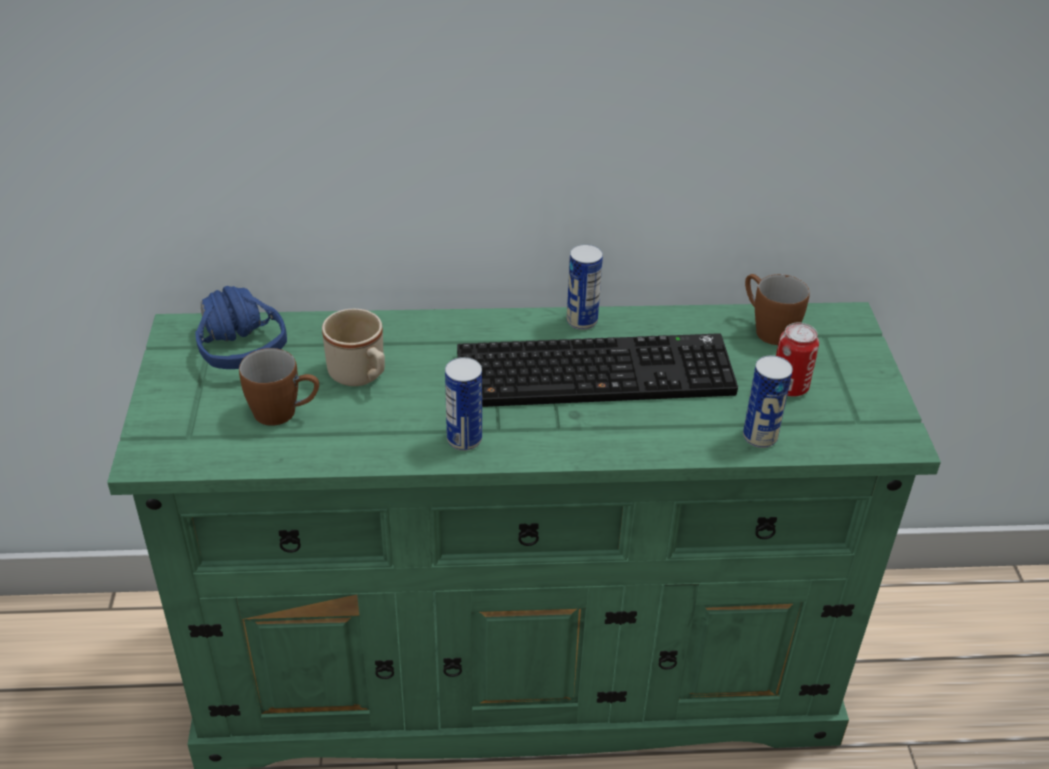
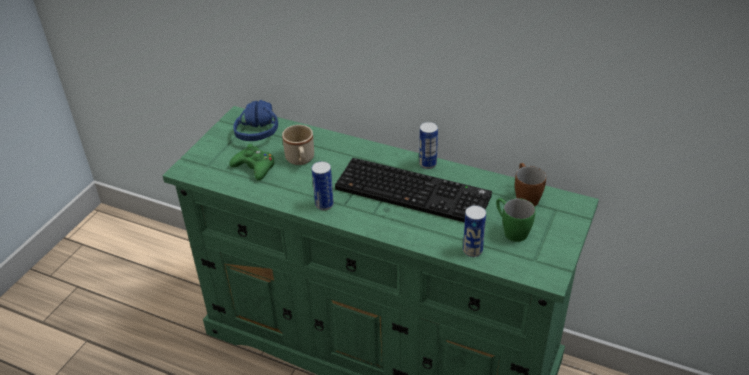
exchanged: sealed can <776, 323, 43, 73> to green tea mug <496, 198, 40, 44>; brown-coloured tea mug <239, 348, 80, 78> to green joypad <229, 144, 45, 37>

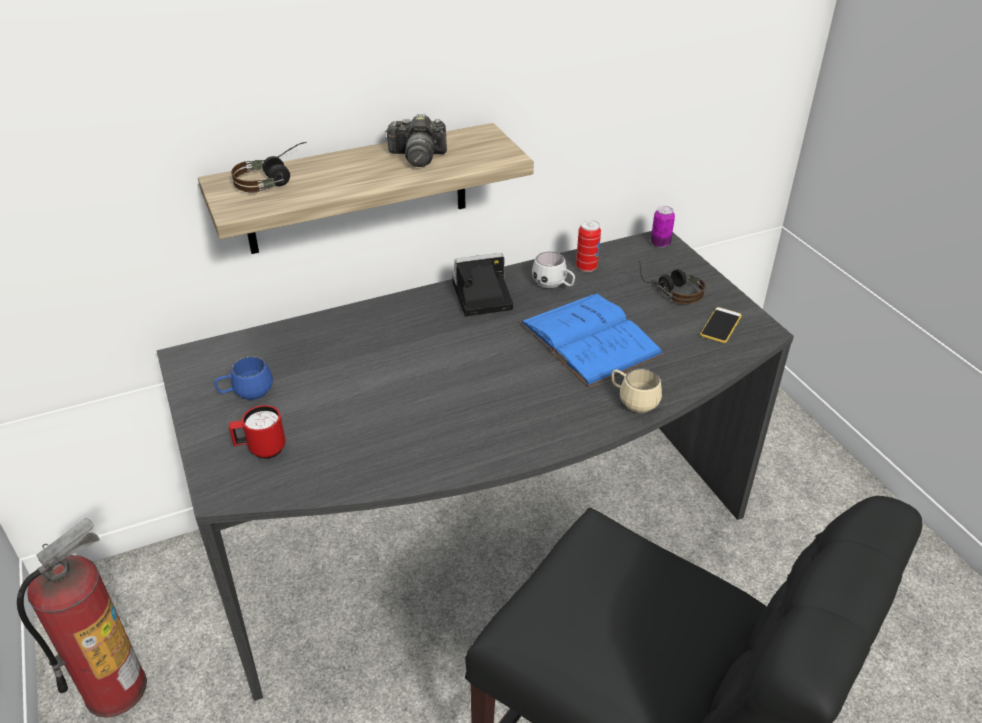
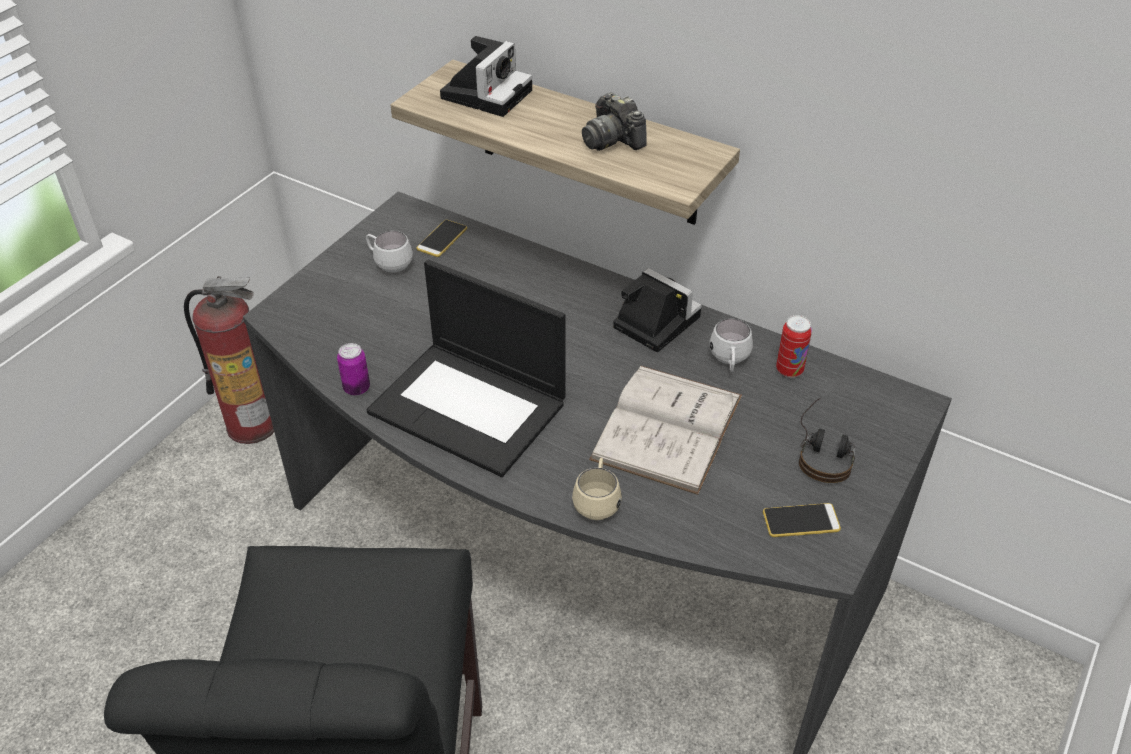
missing: red-coloured tea mug <229, 405, 57, 54>
appeared: telephone <416, 220, 51, 37>; notebook computer <367, 260, 198, 217>
relocated: sealed can <651, 206, 24, 41> to <337, 343, 33, 53>
exchanged: pair of headphones <231, 142, 76, 50> to photo camera <440, 36, 92, 81>
colour: bluish volume <519, 293, 145, 94> to whitish volume <589, 366, 153, 129>; bluish tea mug <214, 356, 59, 44> to whitish tea mug <366, 231, 47, 42>

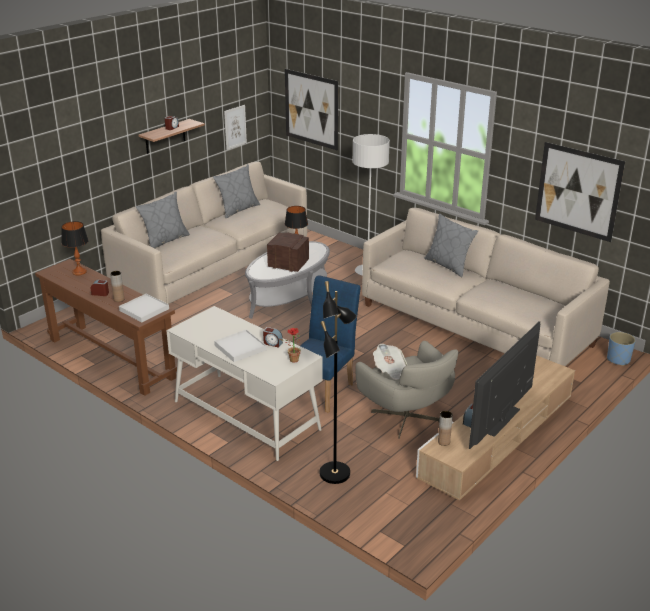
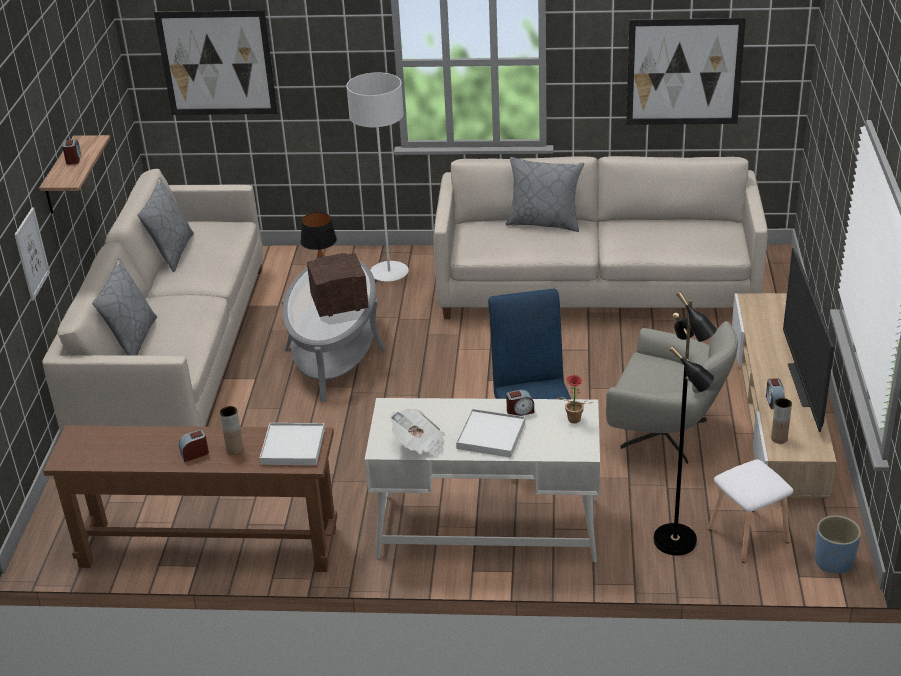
missing: tabletop lamp <61, 221, 28, 54>
appeared: whitish stool <708, 459, 86, 104>
relocated: picture <224, 105, 23, 45> to <14, 207, 36, 94>; bluish planter <607, 332, 29, 34> to <815, 515, 46, 58>; printed paper <373, 343, 34, 37> to <390, 409, 55, 47>

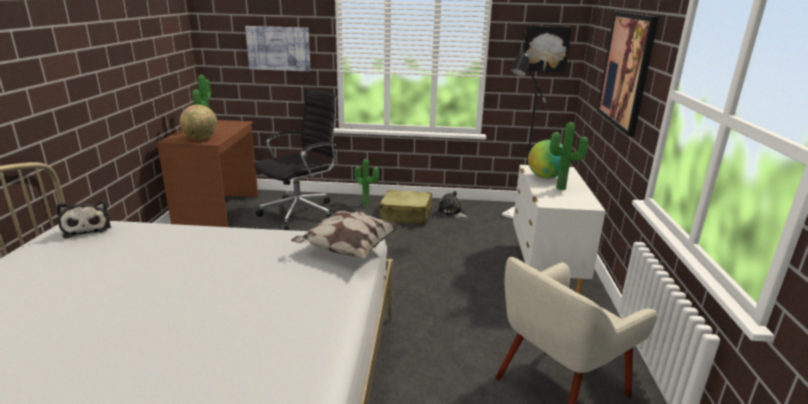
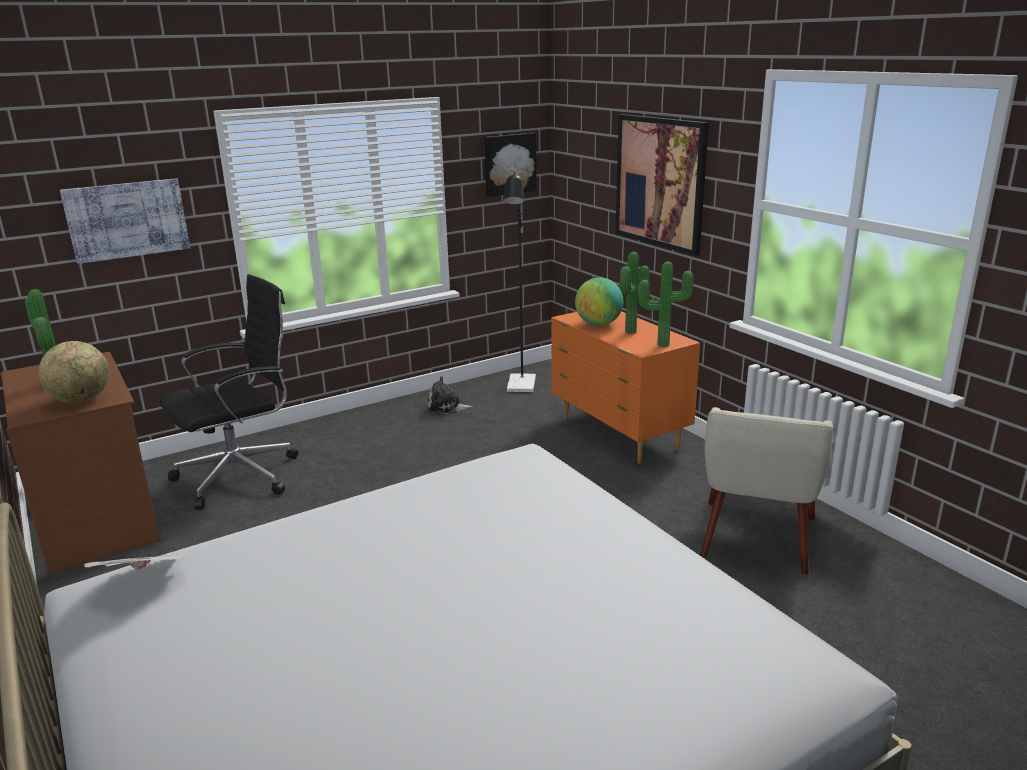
missing: beige suitcase <379, 190, 53, 35>; cushion <291, 210, 111, 49>
relocated: potted plant <355, 159, 24, 48> to <638, 261, 56, 86>
exchanged: plush toy <56, 201, 55, 38> to printed paper <84, 552, 101, 17>
colour: whitish dresser <513, 165, 93, 128> to orangey dresser <551, 311, 149, 153>
spun: black-coloured office chair <255, 89, 83, 141> = <160, 274, 139, 236> 45 degrees clockwise

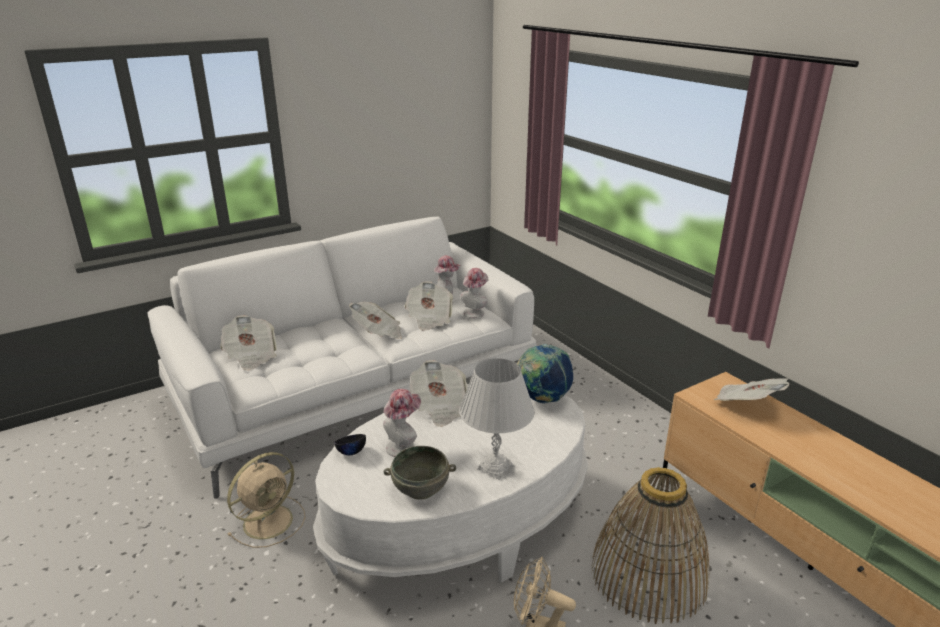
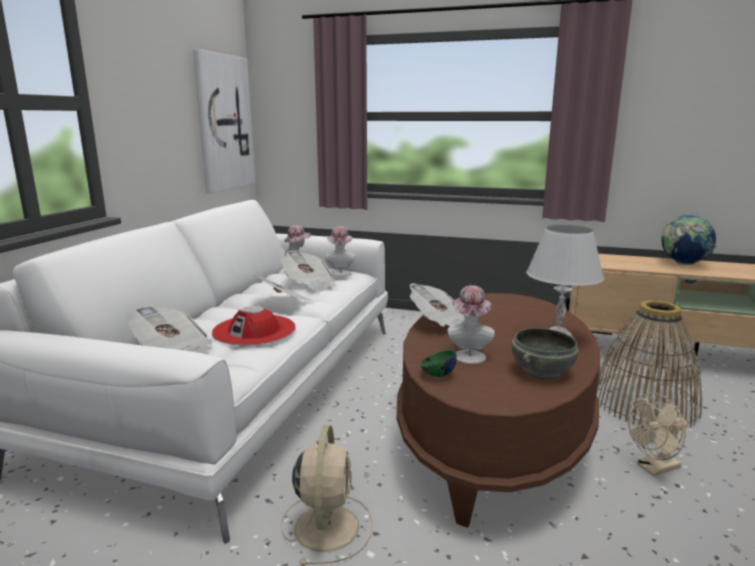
missing: printed paper <714, 378, 75, 23>
appeared: picture <193, 49, 62, 144>; red-coloured clothing hat <212, 306, 84, 40>
relocated: desk globe <517, 344, 56, 59> to <661, 214, 55, 51>
colour: whitish coffee table <313, 395, 275, 187> to brown-coloured coffee table <397, 293, 204, 235>; black-coloured bowl <334, 434, 32, 21> to green bowl <420, 350, 37, 27>

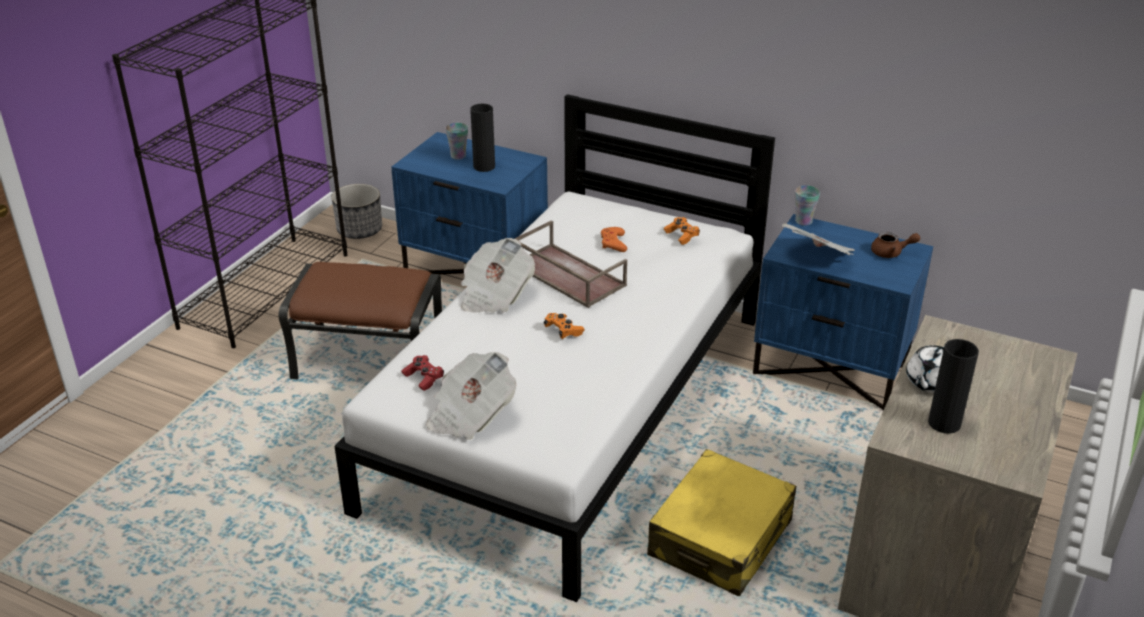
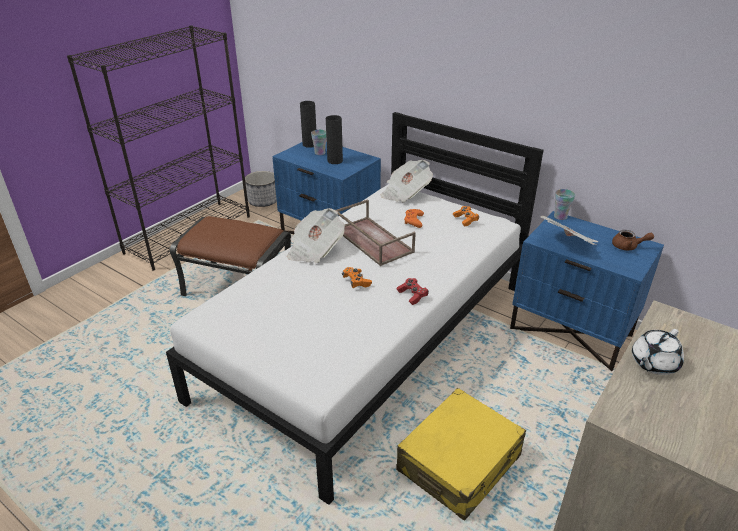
relocated: black-coloured decorative vase <928, 339, 51, 95> to <300, 101, 16, 47>; printed paper <426, 352, 90, 88> to <381, 160, 52, 43>; red-coloured joypad <402, 355, 42, 36> to <397, 278, 32, 27>

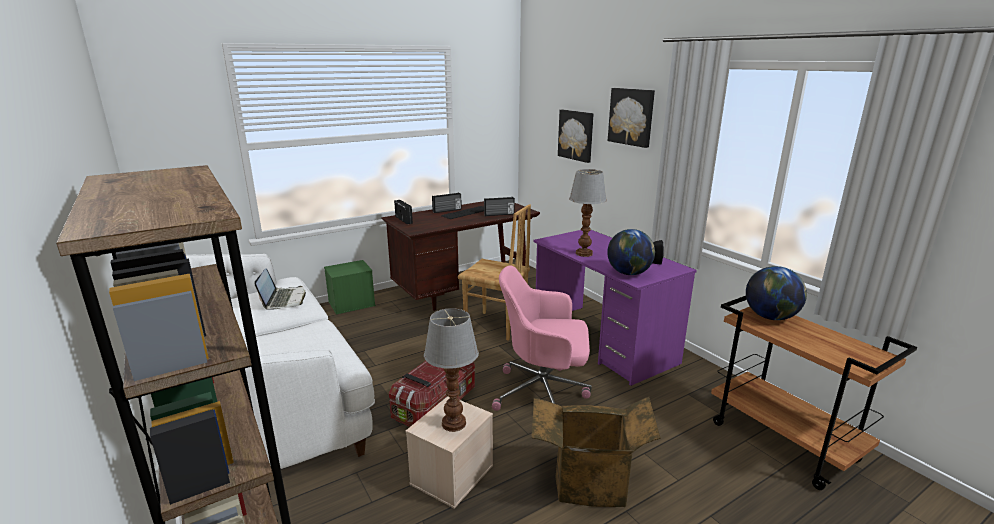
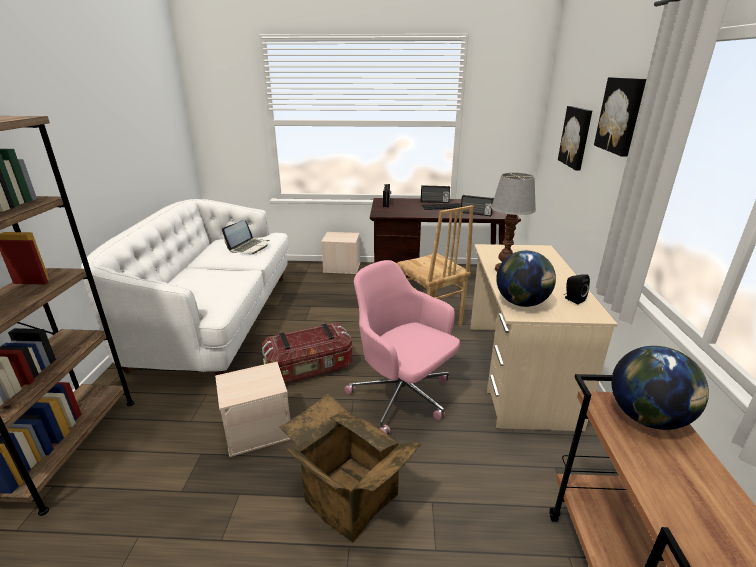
missing: tabletop lamp <424, 308, 55, 124>
colour: purple-coloured desk table <533, 230, 164, 156> to beige desk table <470, 244, 148, 188>; green storage bin <324, 260, 52, 55> to beige storage bin <321, 232, 39, 42>

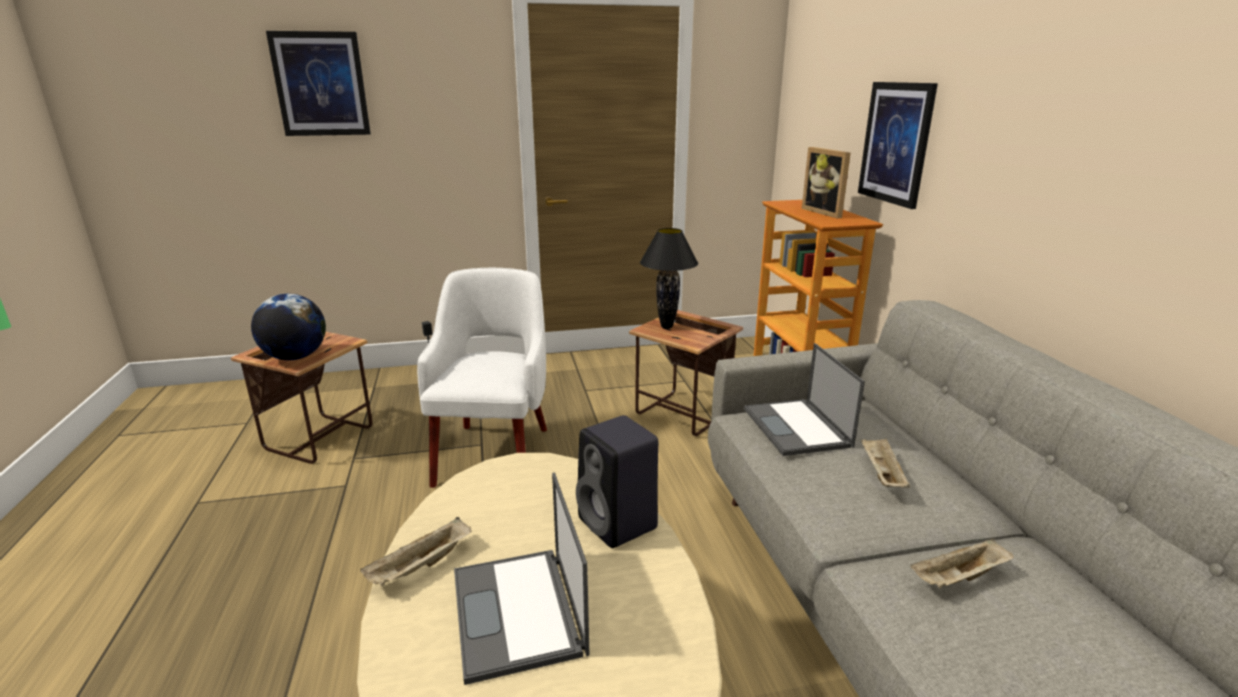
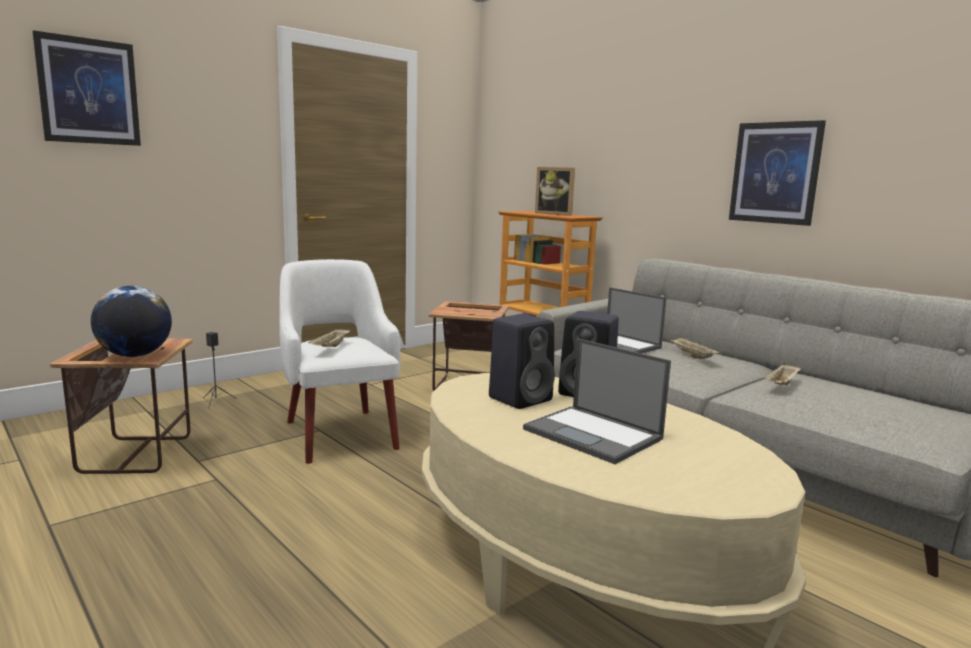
missing: black-coloured tabletop lamp <640, 228, 58, 101>
appeared: black-coloured loudspeaker <489, 314, 66, 95>
relocated: picture <858, 82, 80, 127> to <729, 120, 97, 106>; beige tray <360, 517, 111, 69> to <308, 328, 42, 19>

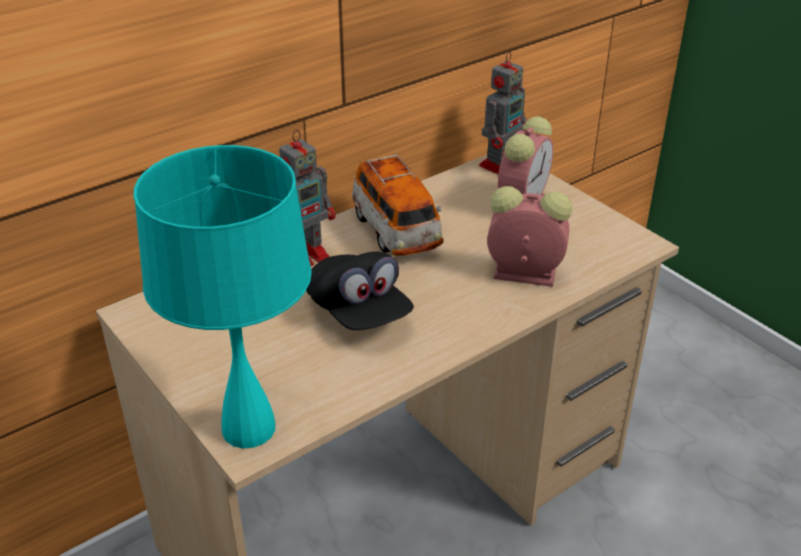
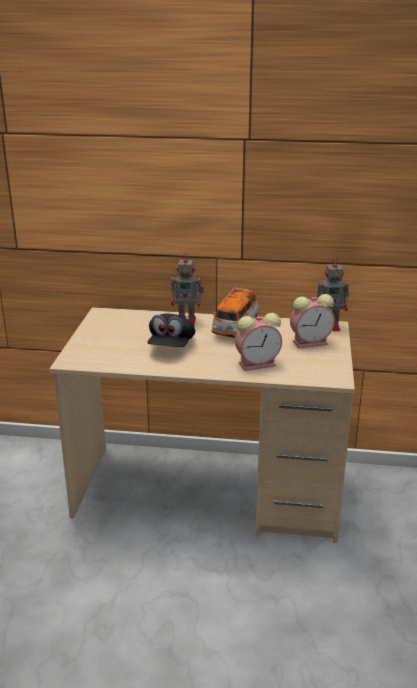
missing: turquoise tabletop lamp <134, 145, 178, 303>
spun: table clock <487, 186, 85, 101> = <235, 313, 47, 58> 105 degrees clockwise

